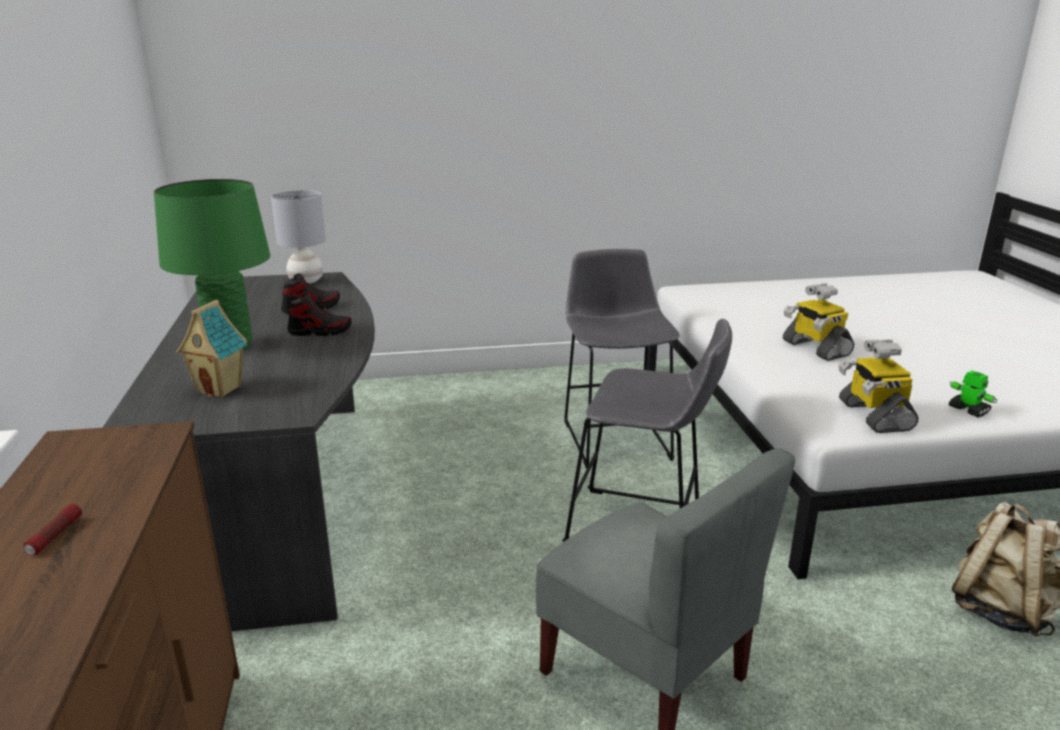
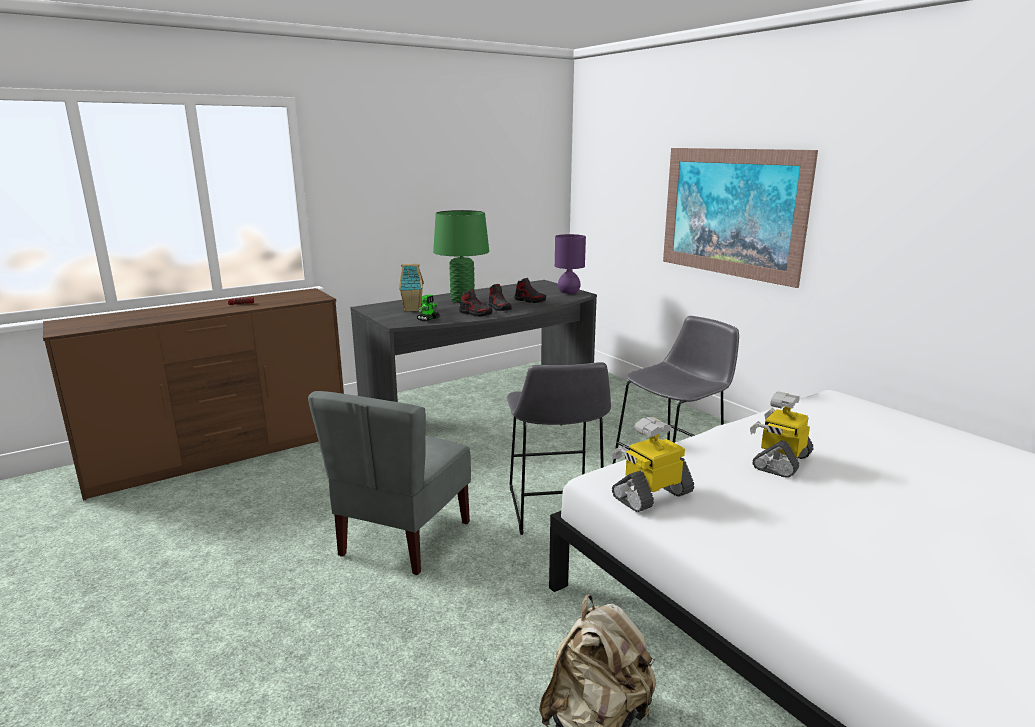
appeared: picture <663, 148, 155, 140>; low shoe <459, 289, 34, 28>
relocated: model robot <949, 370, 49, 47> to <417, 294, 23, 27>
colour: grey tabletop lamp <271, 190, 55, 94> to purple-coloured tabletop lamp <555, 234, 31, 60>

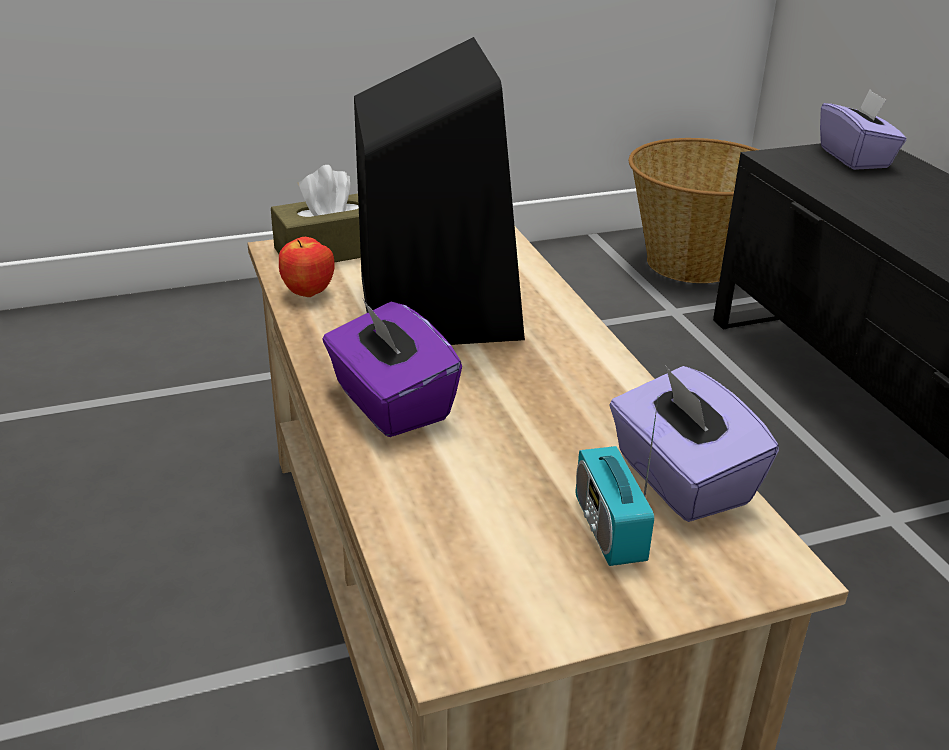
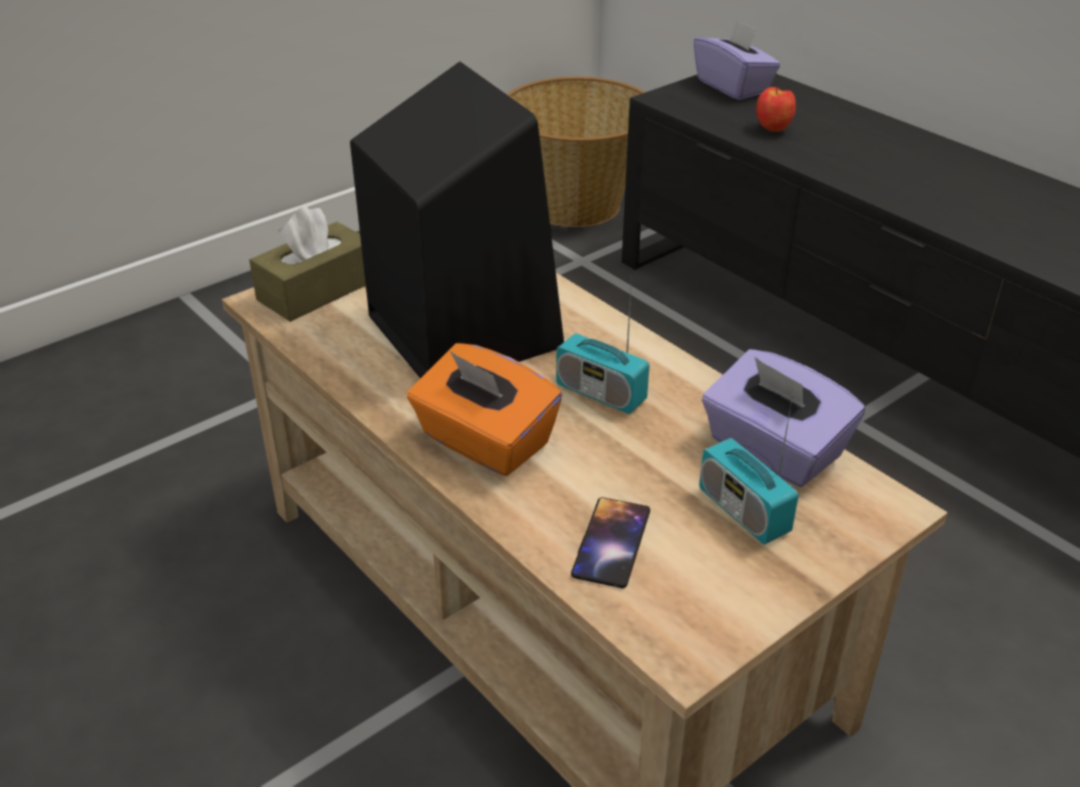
appeared: radio set <556, 277, 94, 137>; telephone <571, 497, 79, 91>
relocated: apple <279, 237, 56, 60> to <756, 87, 40, 45>
colour: purple-coloured box of tissues <323, 298, 139, 139> to orangey box of tissues <407, 343, 155, 133>

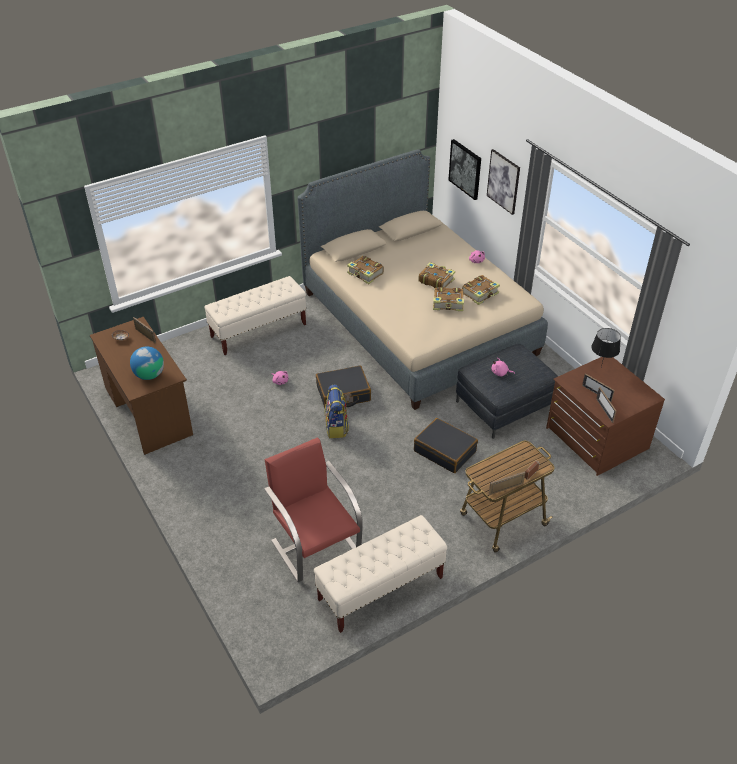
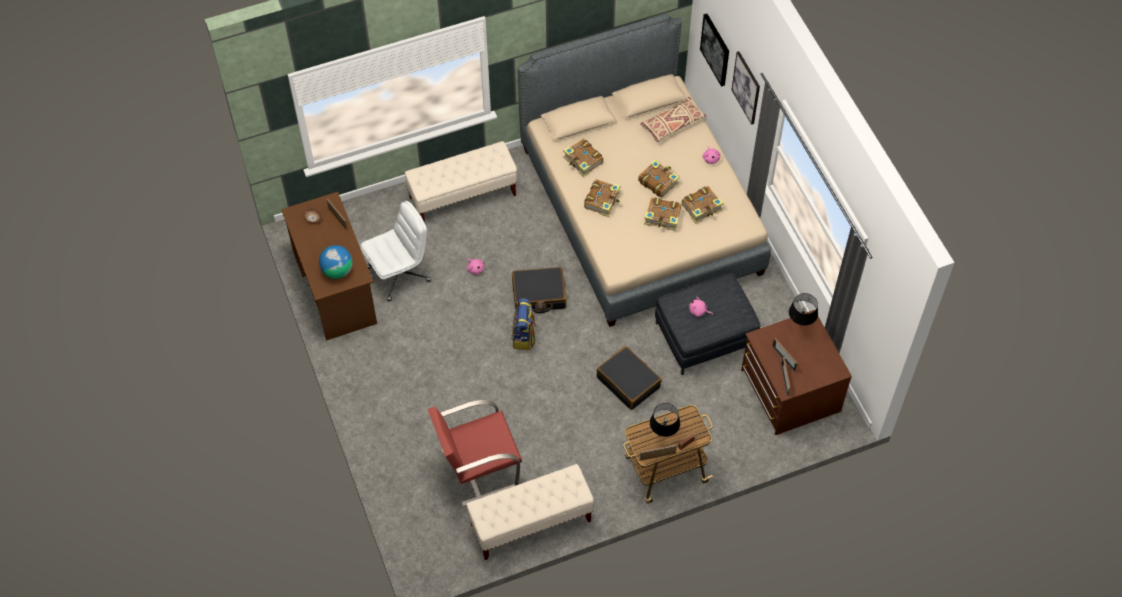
appeared: beige cushion <640, 97, 67, 45>; volume <584, 179, 37, 38>; whitish office chair <360, 201, 71, 100>; black-coloured tabletop lamp <650, 403, 30, 34>
spun: red-coloured lounge chair <264, 438, 99, 144> = <427, 400, 95, 107> 90 degrees counterclockwise

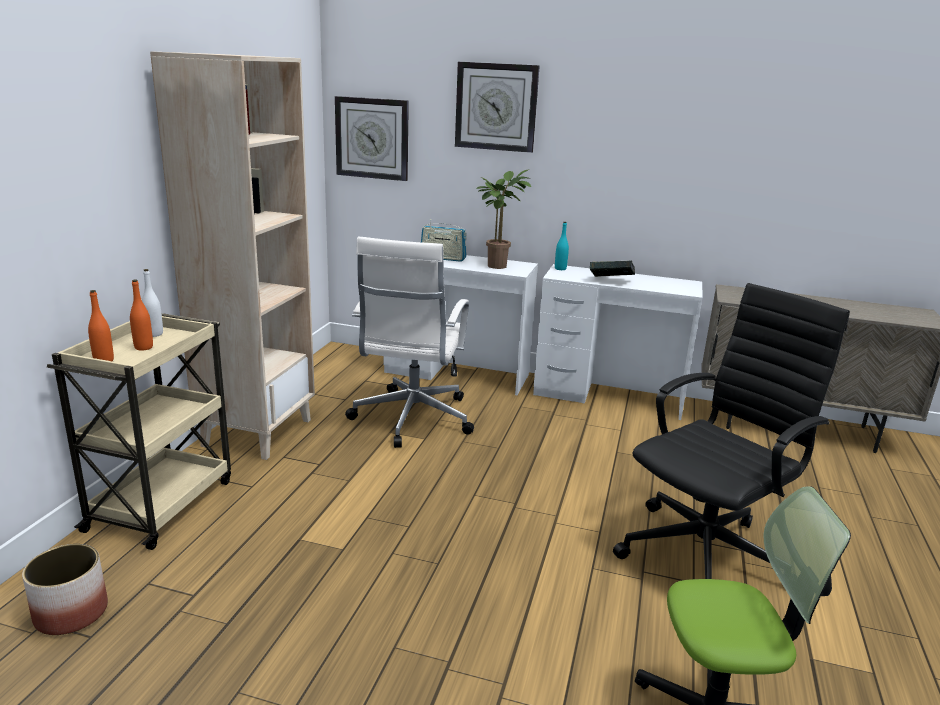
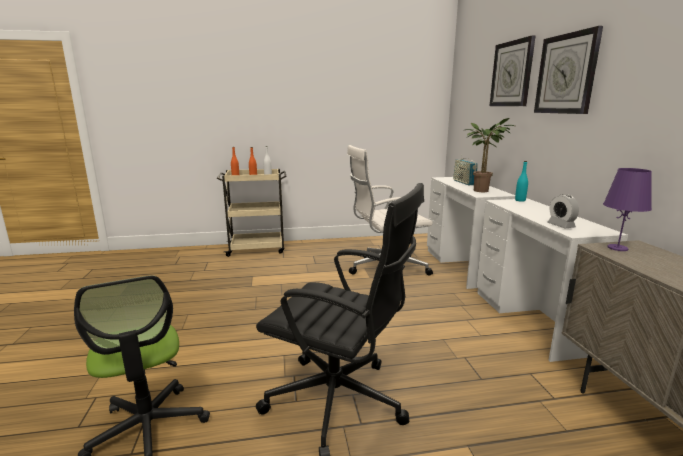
missing: beige shelving unit <150, 51, 165, 409>; volume <590, 260, 45, 17>; planter <22, 544, 86, 91>
appeared: purple-coloured tabletop lamp <603, 168, 49, 83>; table clock <547, 194, 32, 35>
relocated: wall clock <335, 96, 74, 85> to <534, 26, 69, 88>

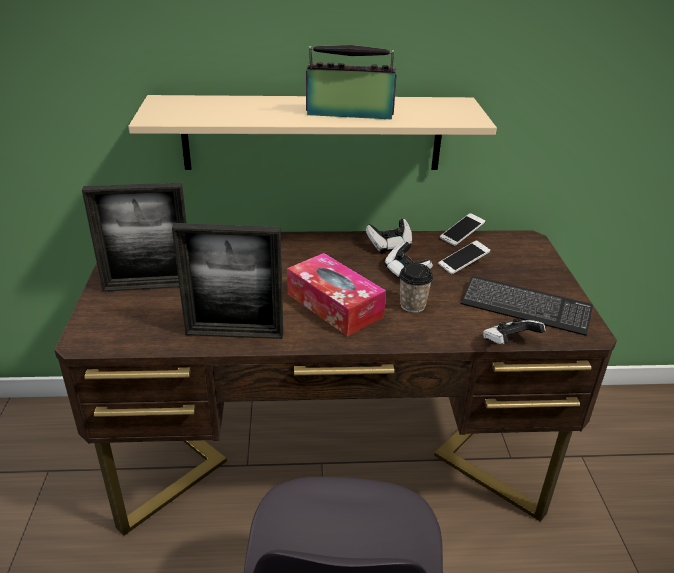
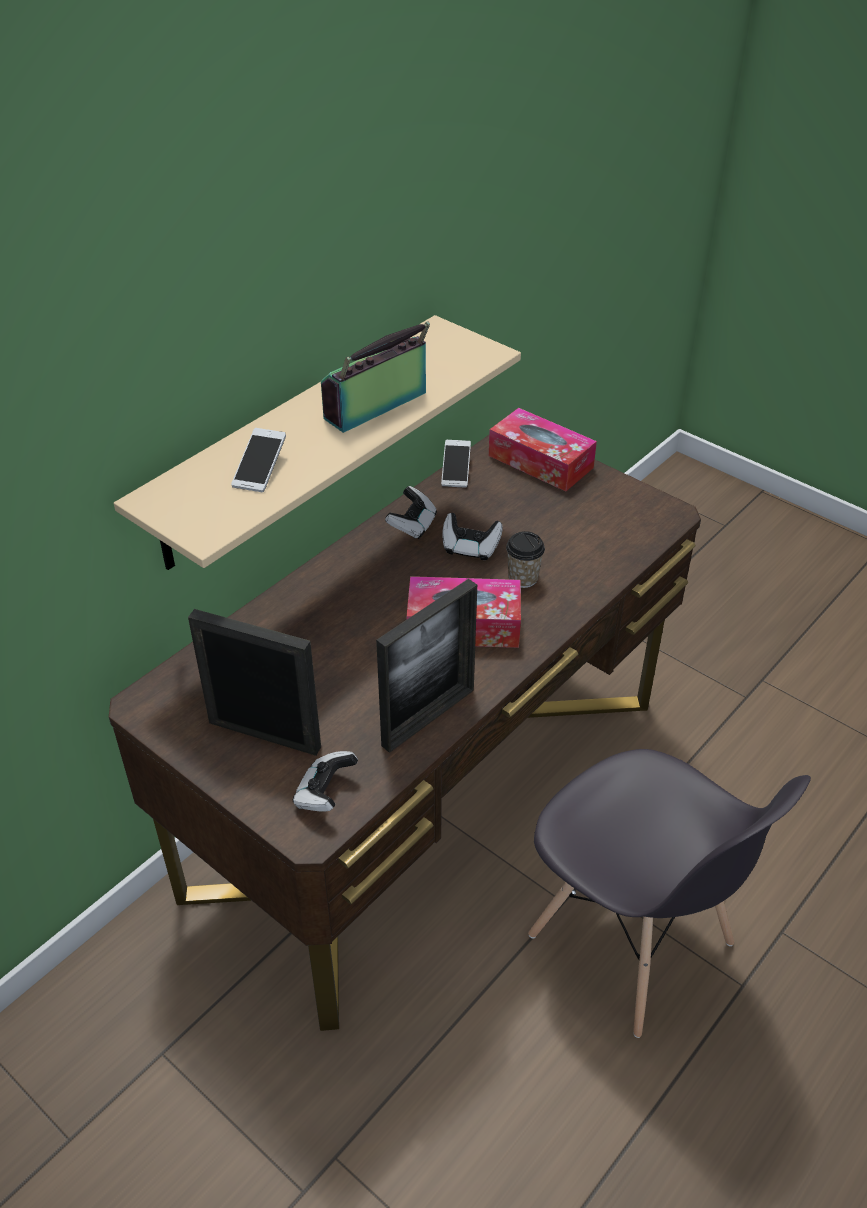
missing: computer keyboard <460, 276, 133, 60>
appeared: box of tissues <489, 408, 108, 83>
relocated: telephone <438, 240, 53, 35> to <231, 428, 55, 64>; joypad <483, 318, 62, 26> to <293, 751, 65, 61>
spun: standing frame <82, 183, 105, 109> = <188, 609, 133, 147> 105 degrees counterclockwise

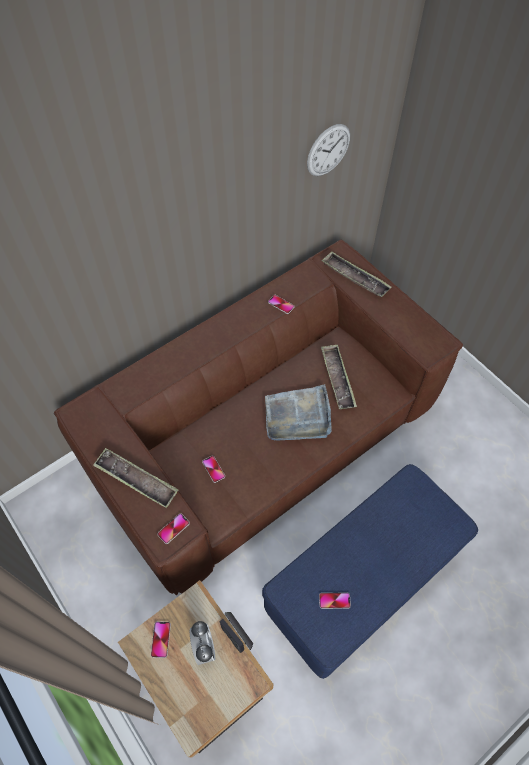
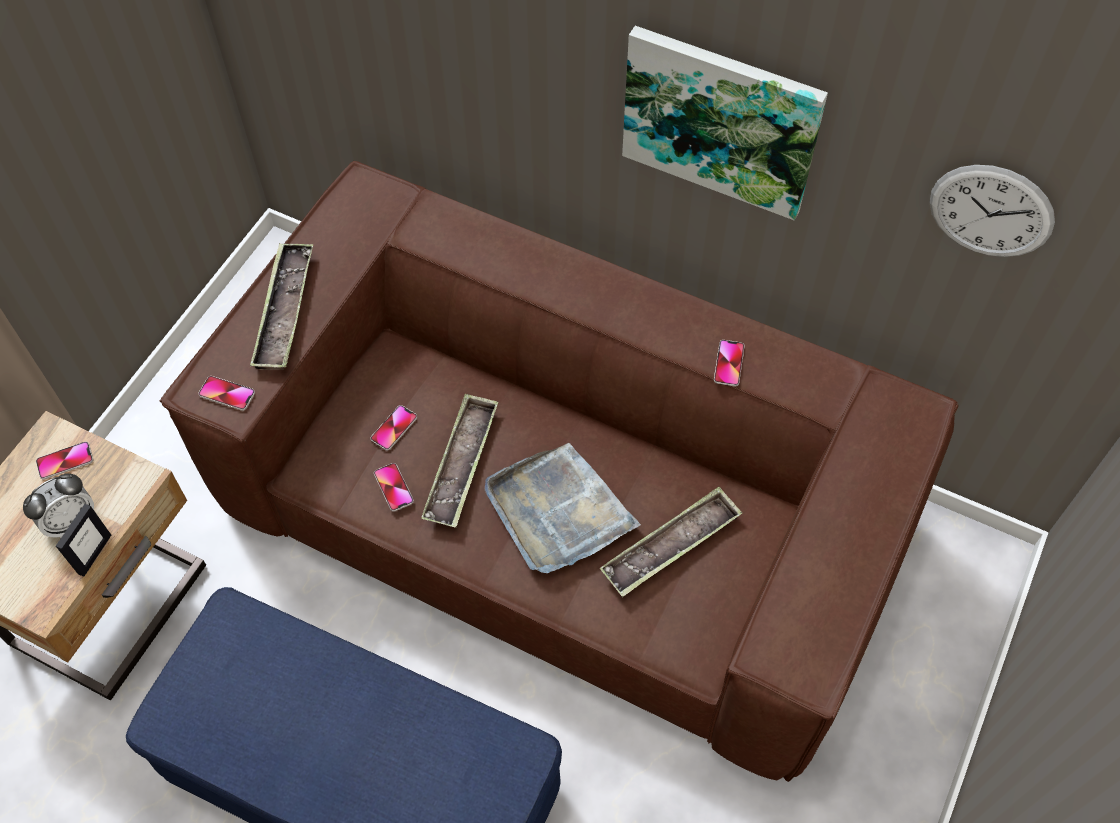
appeared: picture <622, 26, 206, 194>
relocated: tray <321, 251, 71, 46> to <421, 393, 77, 135>; telephone <319, 593, 32, 16> to <374, 463, 40, 49>

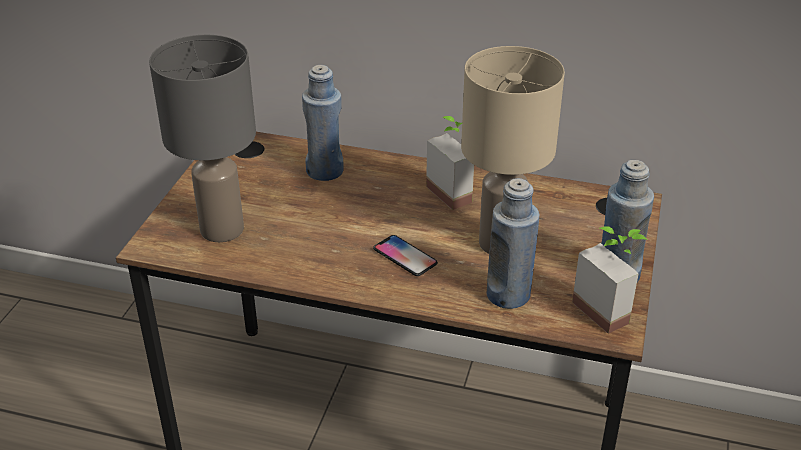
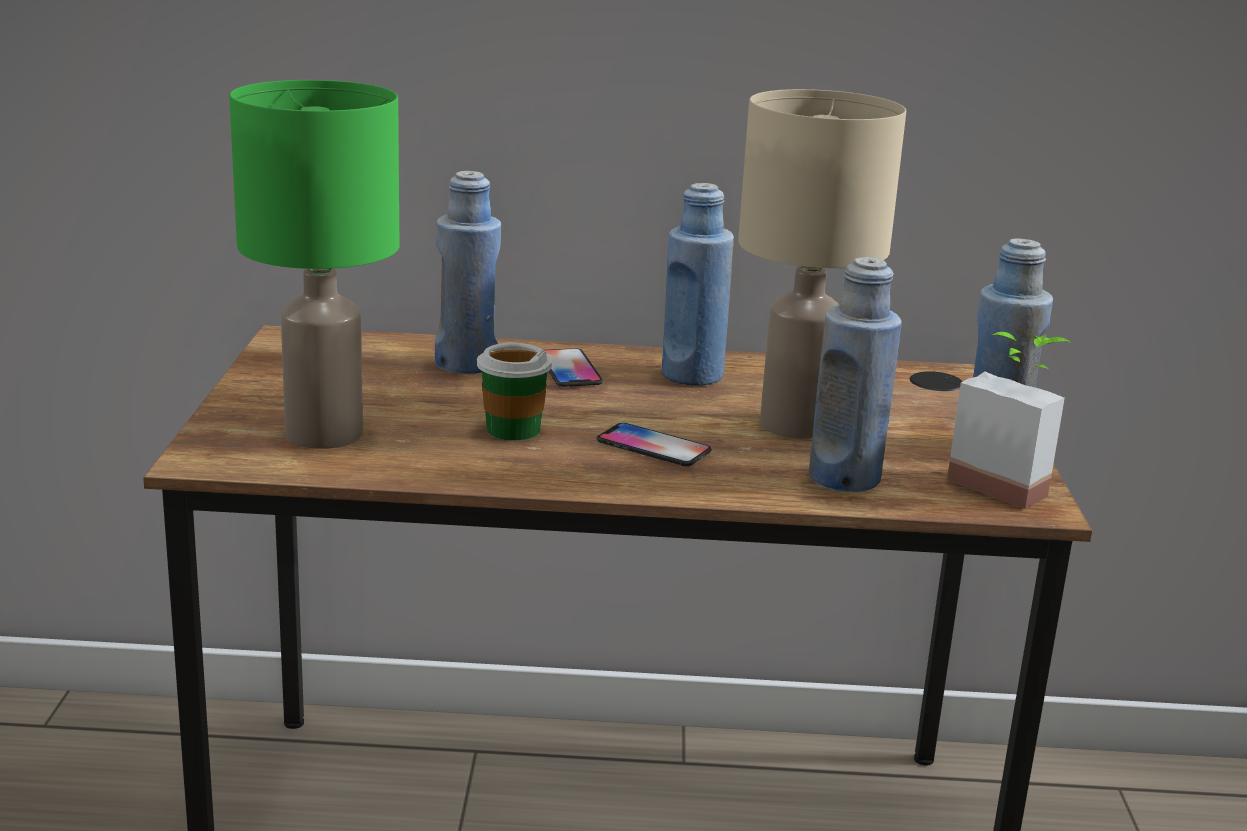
appeared: cup <477, 343, 75, 98>; telephone <544, 348, 59, 39>
exchanged: potted plant <426, 116, 48, 94> to bluish bottle <662, 183, 72, 203>
colour: grey tabletop lamp <149, 35, 107, 207> to green tabletop lamp <229, 80, 170, 369>

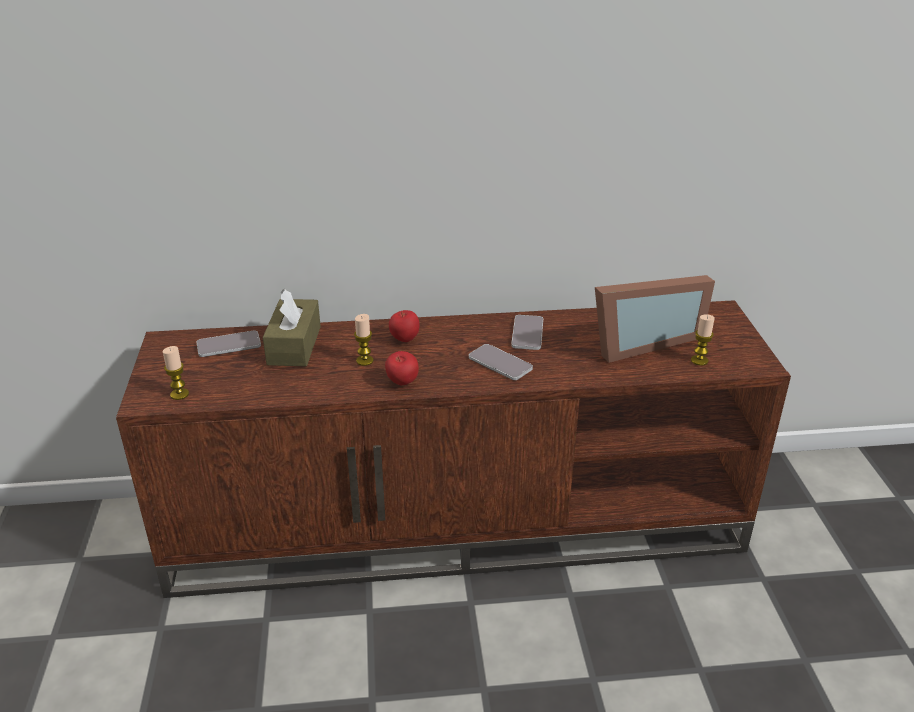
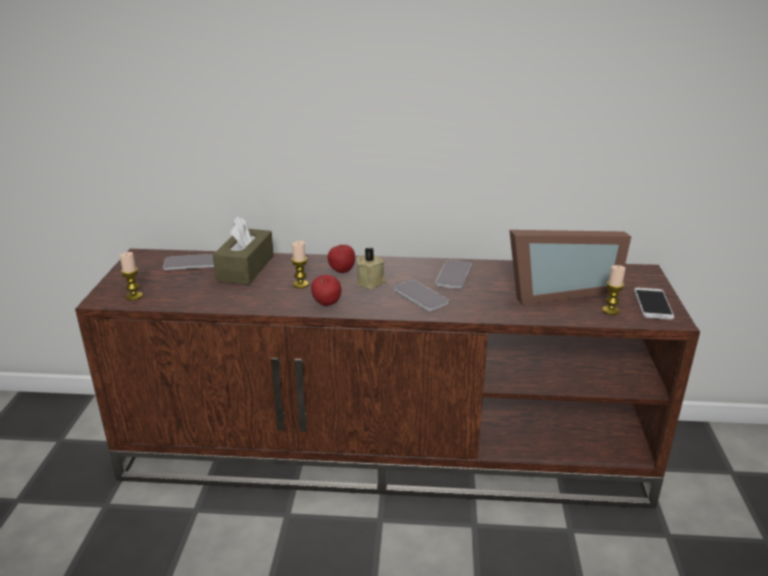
appeared: beige candle <357, 248, 29, 41>; telephone <634, 287, 40, 33>

